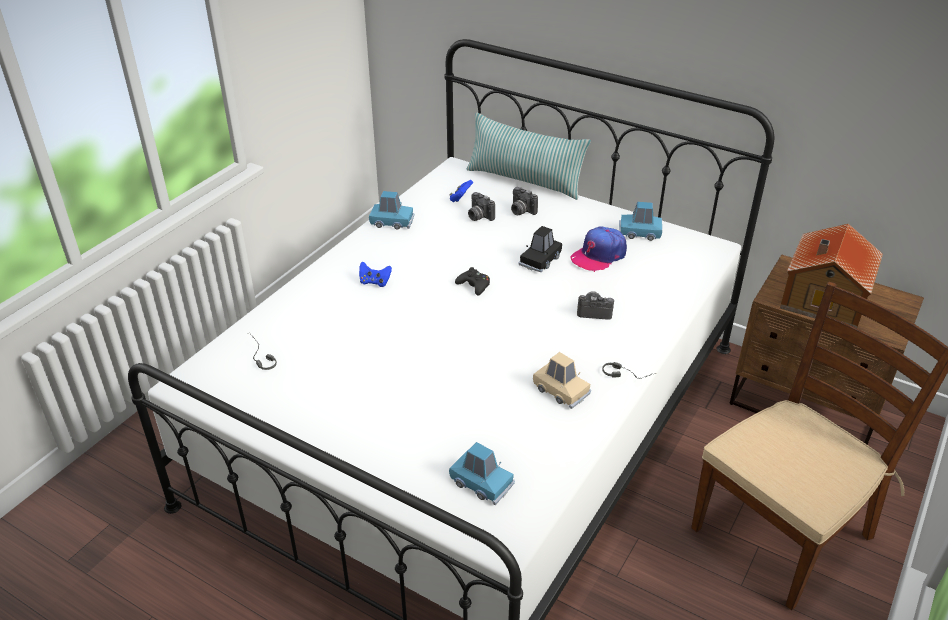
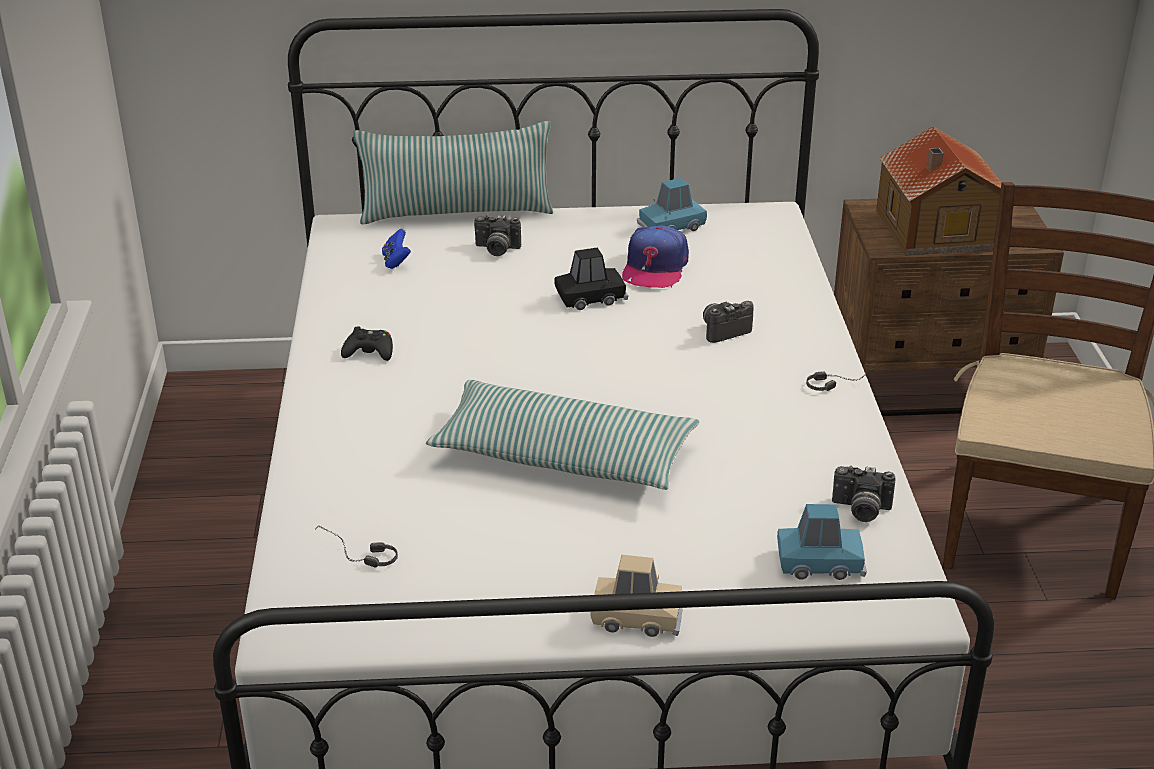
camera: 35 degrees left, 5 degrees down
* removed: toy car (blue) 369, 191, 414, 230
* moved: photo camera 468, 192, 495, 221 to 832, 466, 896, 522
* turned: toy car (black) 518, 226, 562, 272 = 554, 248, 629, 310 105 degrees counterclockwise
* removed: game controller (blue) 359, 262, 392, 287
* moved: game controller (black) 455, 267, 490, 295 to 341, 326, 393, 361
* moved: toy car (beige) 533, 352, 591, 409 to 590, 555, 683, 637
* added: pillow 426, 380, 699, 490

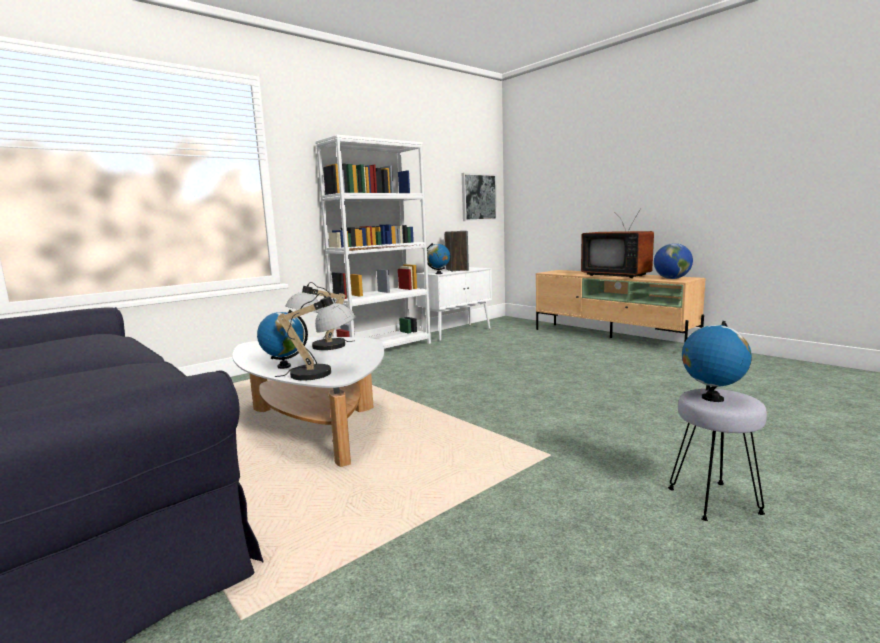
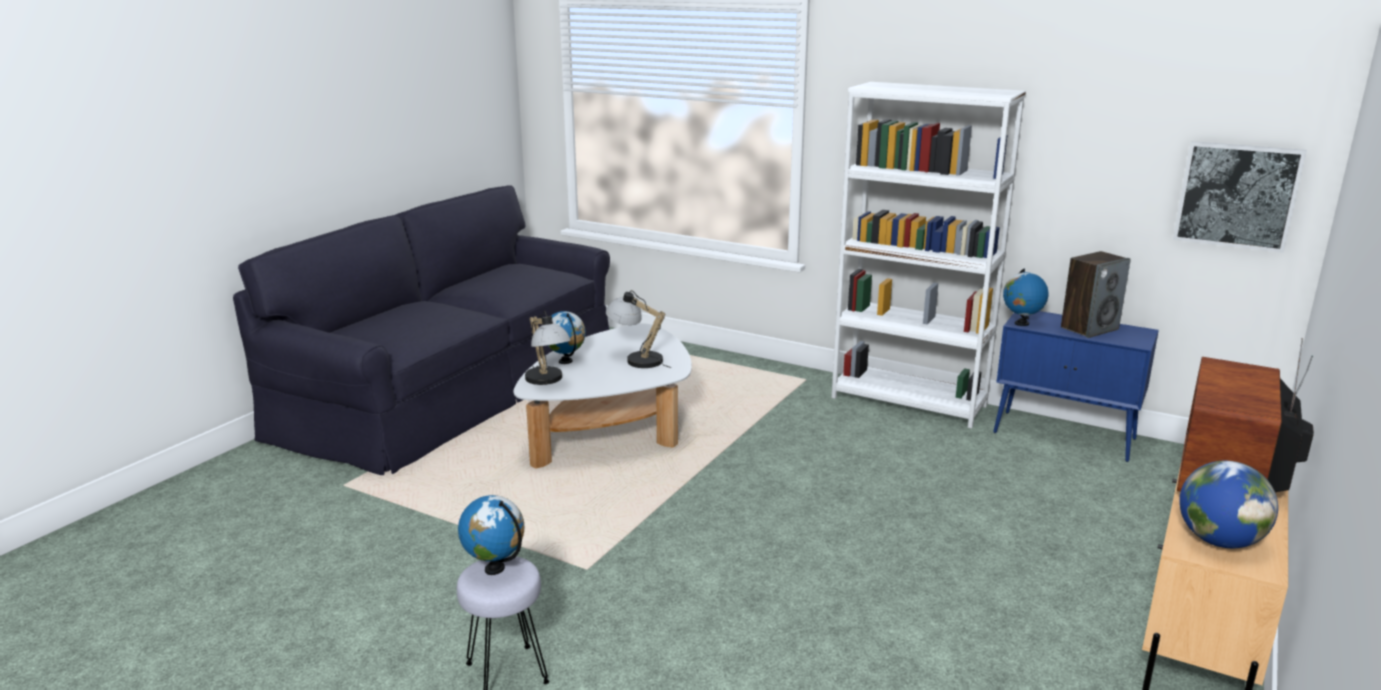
camera: 70 degrees right, 10 degrees up
* recoloured: cabinet (white) 416, 267, 492, 341 to cabinet (blue) 993, 311, 1159, 462

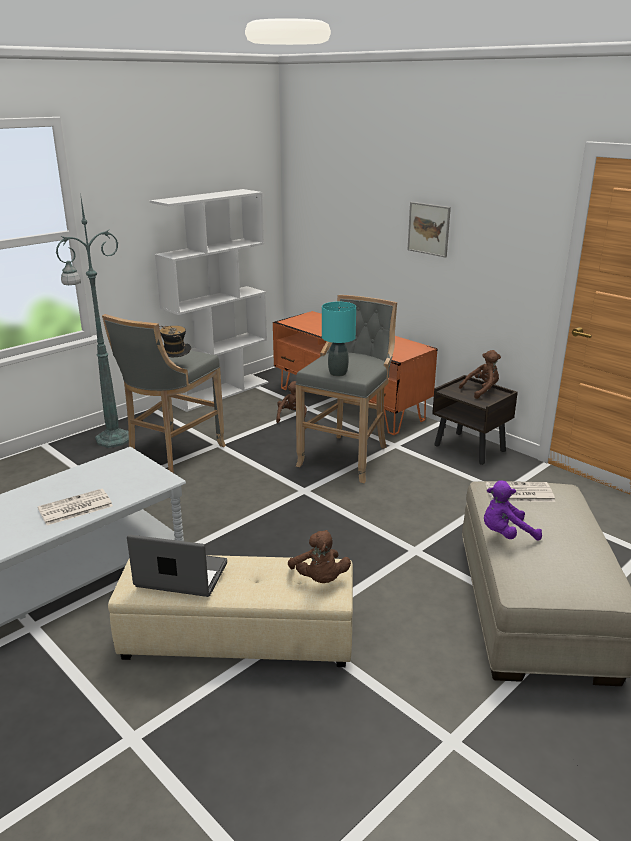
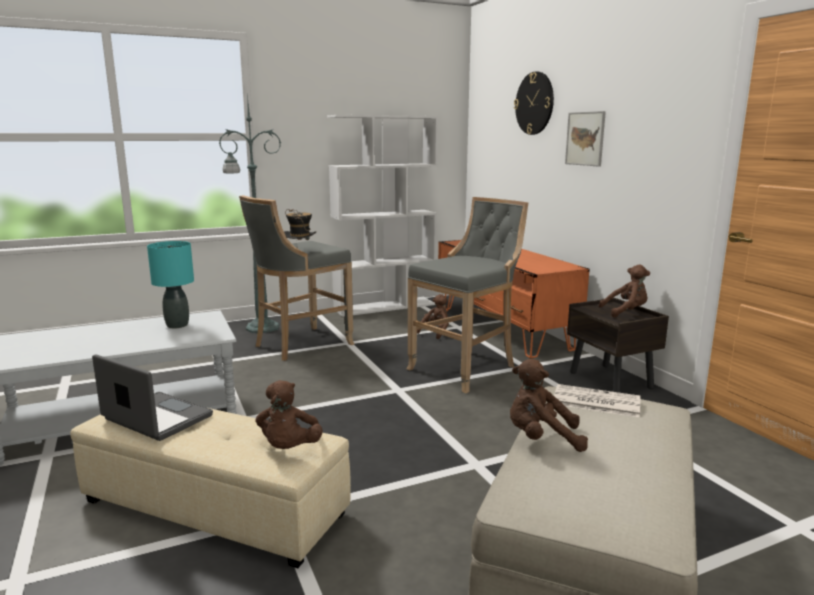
camera: 20 degrees right, 10 degrees down
* moved: table lamp (turquoise) 322, 302, 356, 376 to 147, 241, 194, 328
* recoloured: plush toy (purple) 484, 480, 542, 540 to plush toy (brown) 510, 359, 588, 452
* removed: newspaper 38, 489, 113, 525
* added: wall clock 514, 72, 554, 135

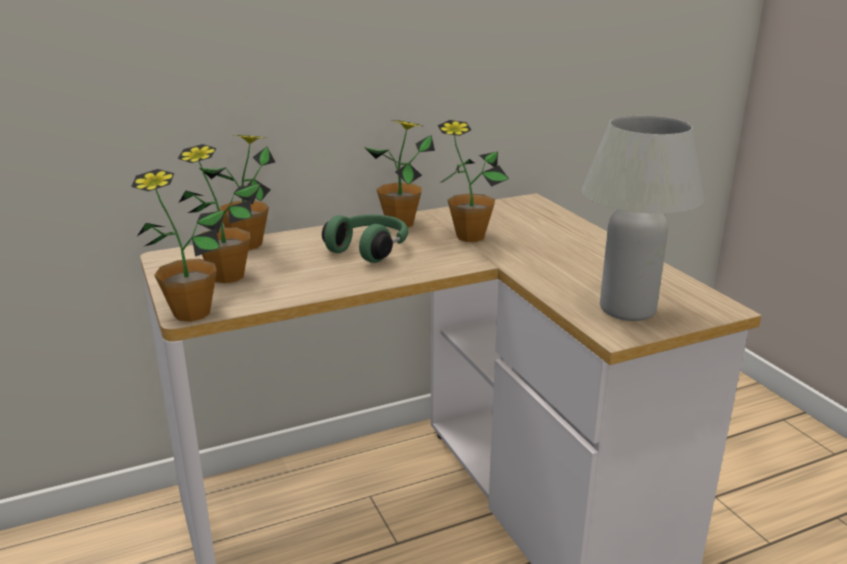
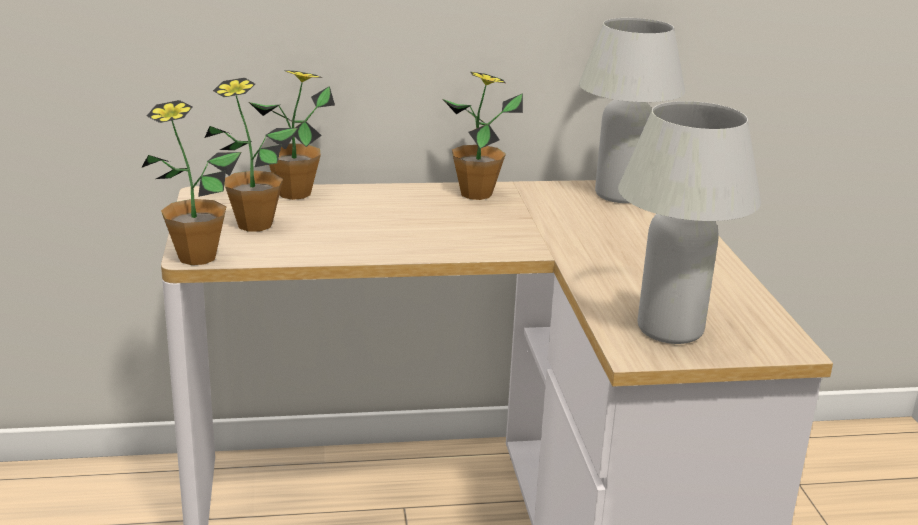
camera: 15 degrees right, 0 degrees up
* removed: potted plant 438, 120, 509, 242
* removed: headphones (green) 322, 214, 408, 263
* added: table lamp (white) 579, 18, 685, 203

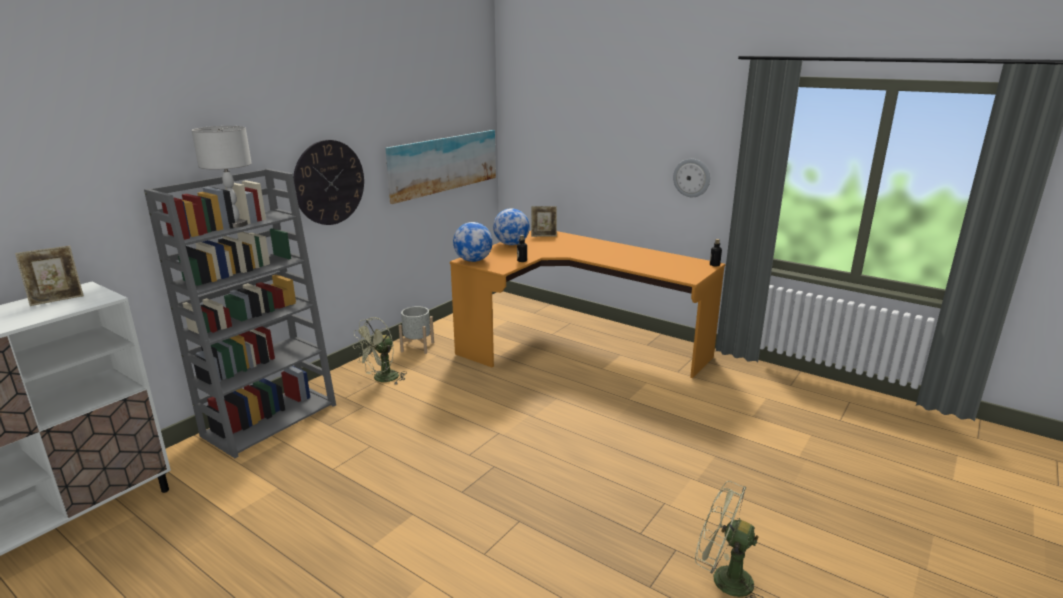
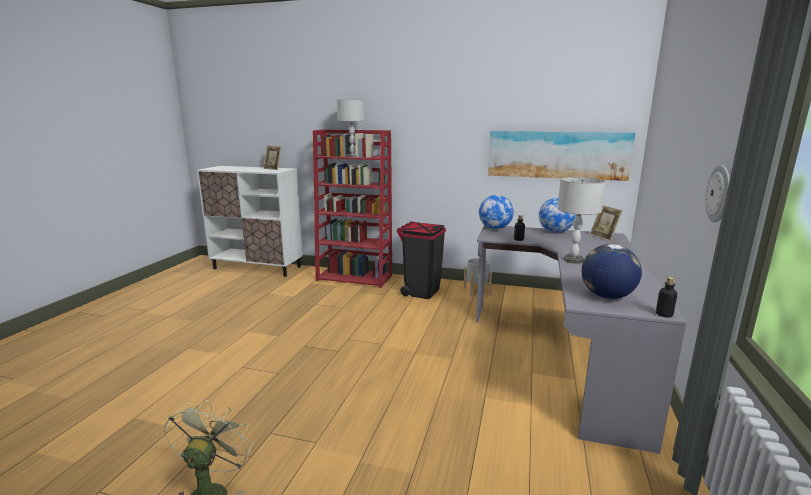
camera: 70 degrees right, 5 degrees down
* removed: wall clock 293, 140, 364, 225
* recoloured: bookcase (grey) 144, 169, 336, 458 to bookcase (red) 313, 130, 392, 288
* recoloured: desk (orange) 450, 231, 726, 378 to desk (grey) 476, 225, 687, 454
* replaced: fan (green) 353, 317, 407, 384 to trash can (black) 397, 221, 446, 299
* added: table lamp (grey) 557, 177, 606, 264
* added: globe 582, 244, 642, 299

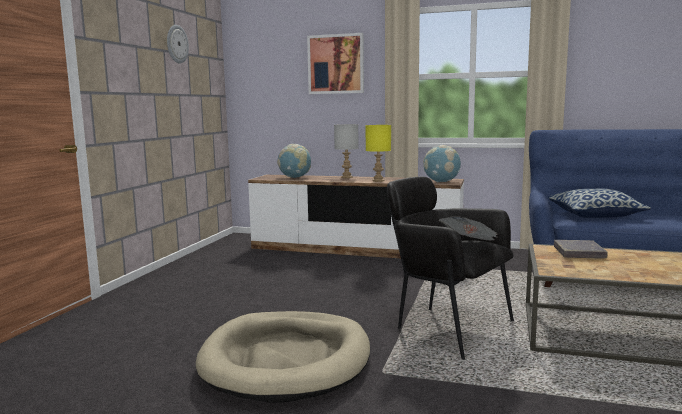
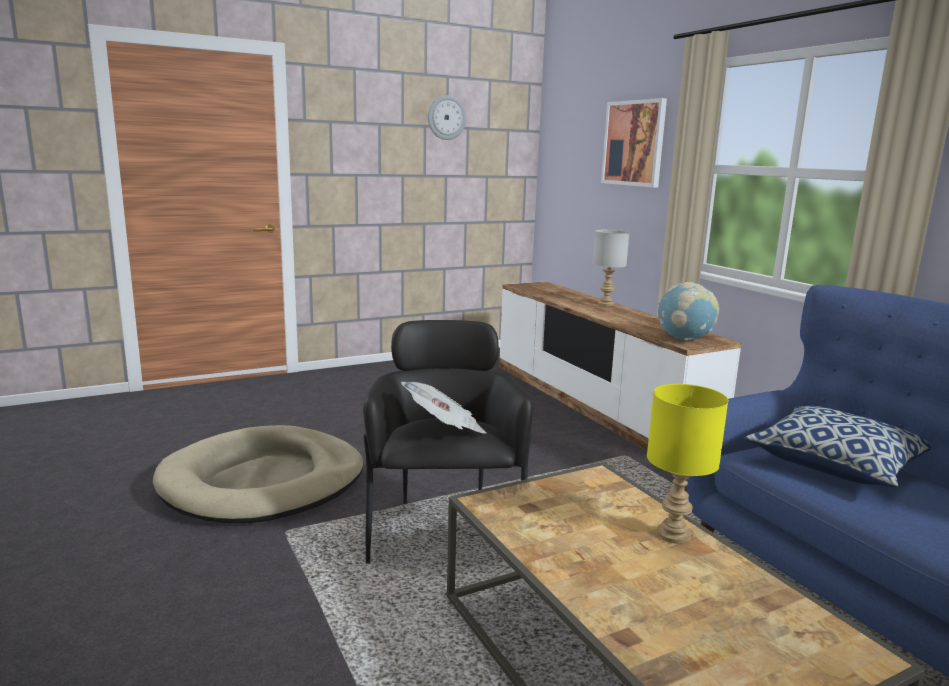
camera: 45 degrees right, 5 degrees up
* moved: table lamp (yellow) 365, 125, 391, 182 to 647, 384, 728, 544
* removed: globe 277, 144, 311, 178
* removed: book (grey) 554, 240, 608, 258

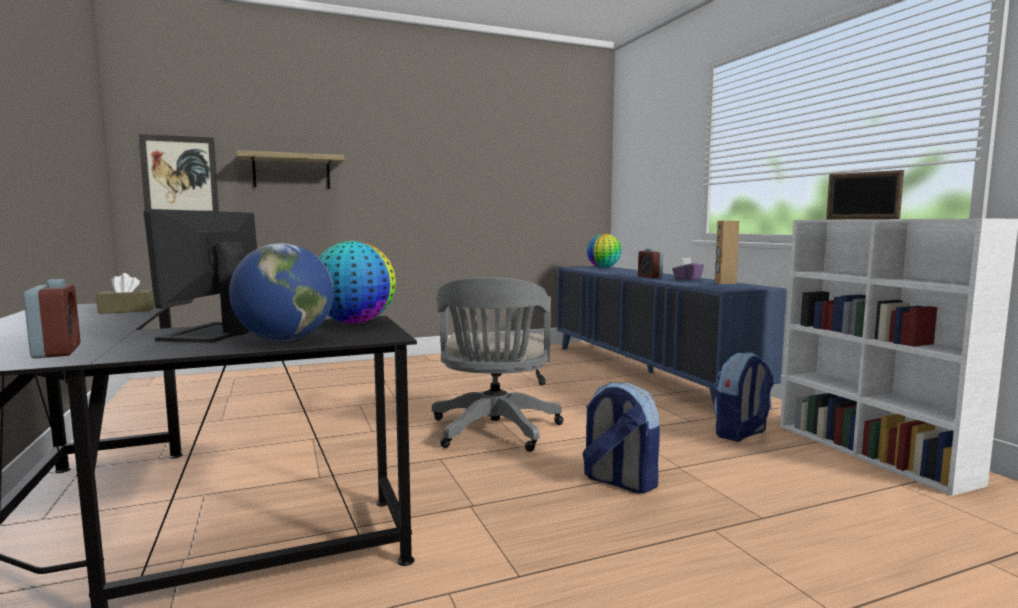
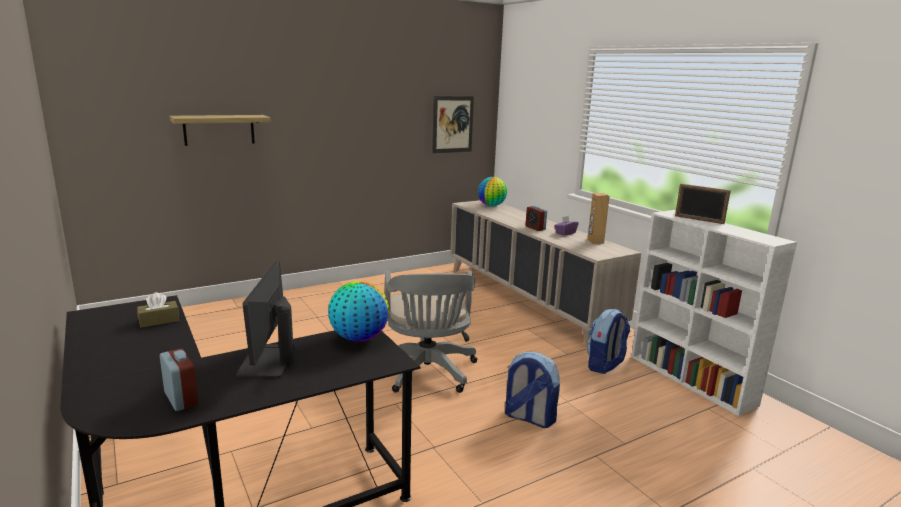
camera: 10 degrees left, 10 degrees up
* moved: picture 138, 134, 219, 211 to 432, 96, 474, 153
* removed: globe 229, 243, 334, 341
* recoloured: cabinet (blue) 557, 266, 787, 410 to cabinet (beige) 450, 200, 641, 347

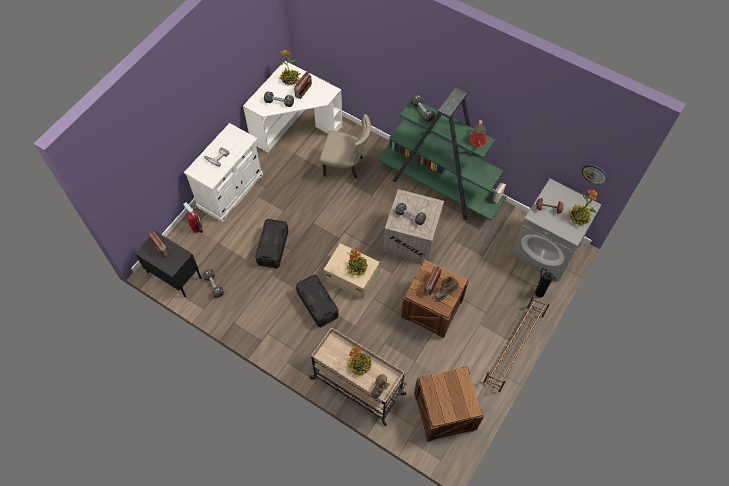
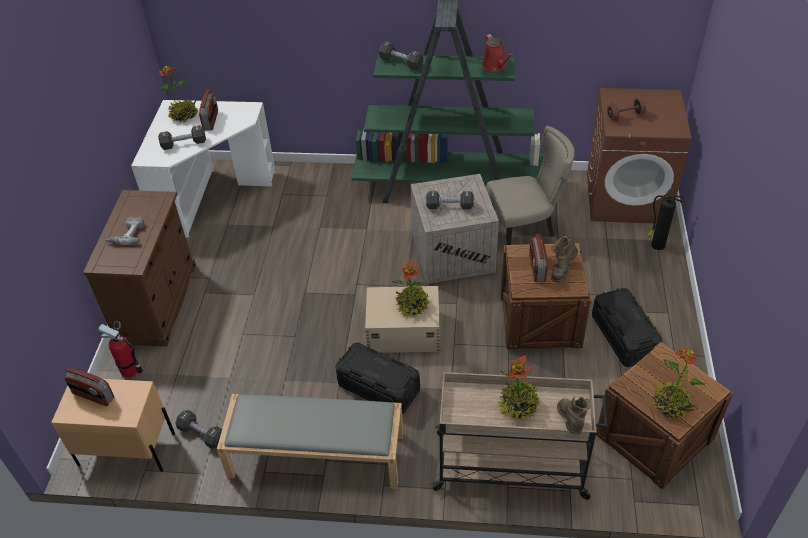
camera: 25 degrees left, 15 degrees down
* moved: chair (beige) 319, 114, 371, 182 to 486, 126, 575, 245
* recoloured: cabinet (white) 184, 123, 263, 222 to cabinet (brown) 83, 190, 196, 347
* removed: wall clock 581, 164, 607, 185
* recoloured: washing machine (grey) 510, 179, 602, 282 to washing machine (brown) 587, 88, 691, 223
* moved: potted plant 569, 190, 598, 225 to 652, 347, 705, 419
* moved: storage box (black) 255, 219, 288, 269 to 592, 288, 662, 367
* recoloured: nightstand (black) 135, 231, 202, 297 to nightstand (beige) 51, 379, 175, 472
* removed: shoe rack (brown) 483, 295, 550, 392
* added: bench (grey) 217, 394, 403, 489

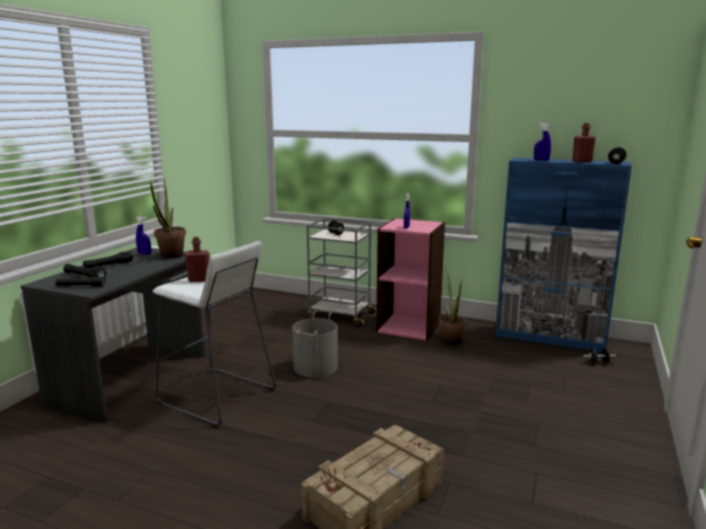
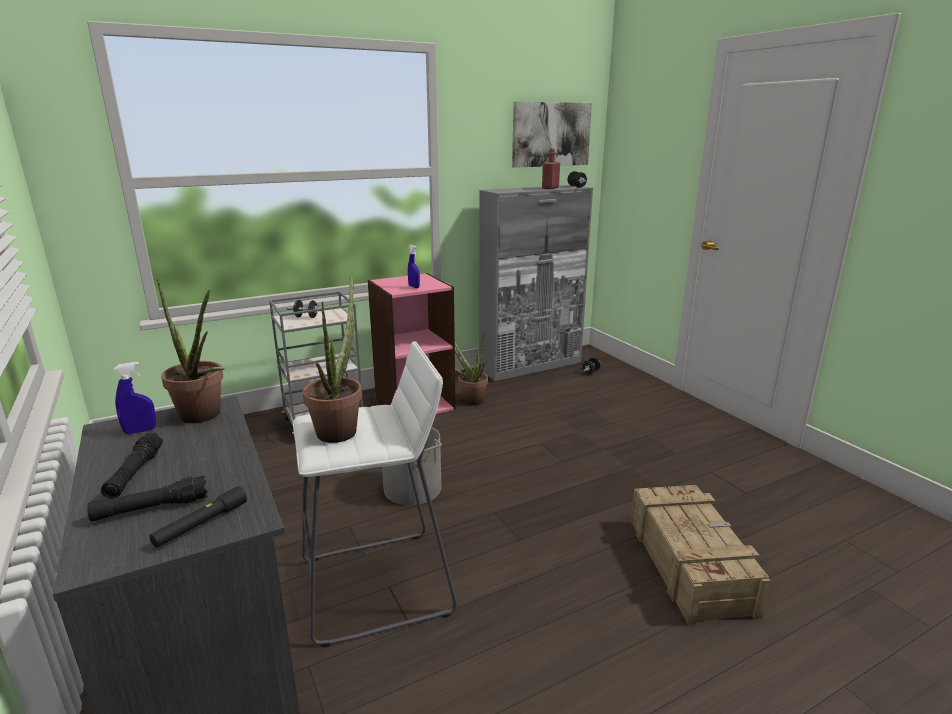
camera: 50 degrees left, 5 degrees up
* removed: spray bottle (blue) 534, 123, 551, 161
* recoloured: cabinet (blue) 495, 158, 632, 352 to cabinet (grey) 479, 185, 593, 381
* replaced: bottle (red) 185, 237, 210, 282 to potted plant 303, 274, 362, 443
* added: picture 512, 102, 592, 168

